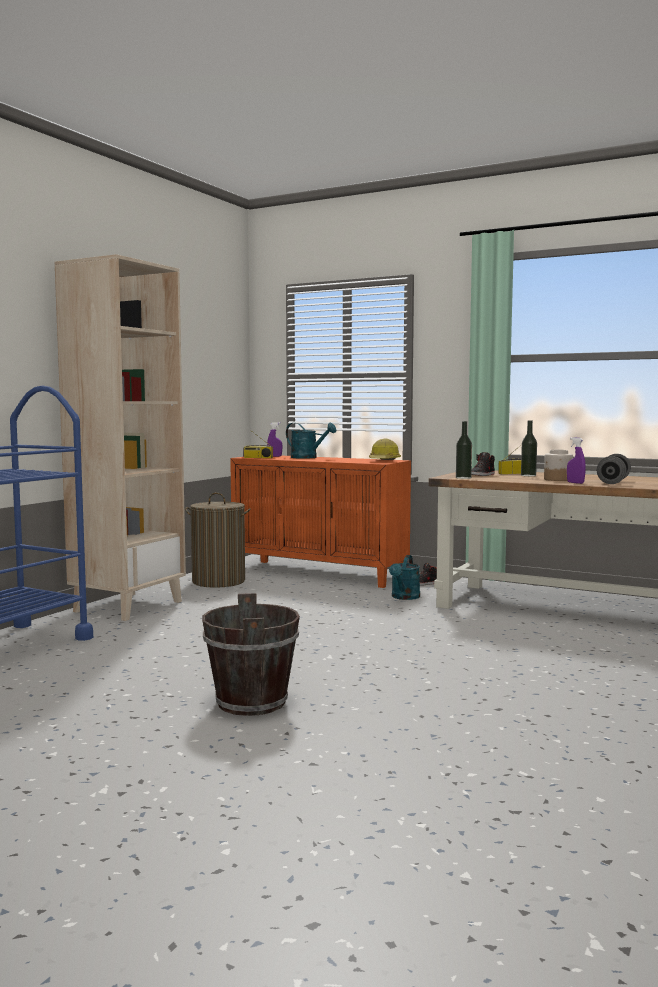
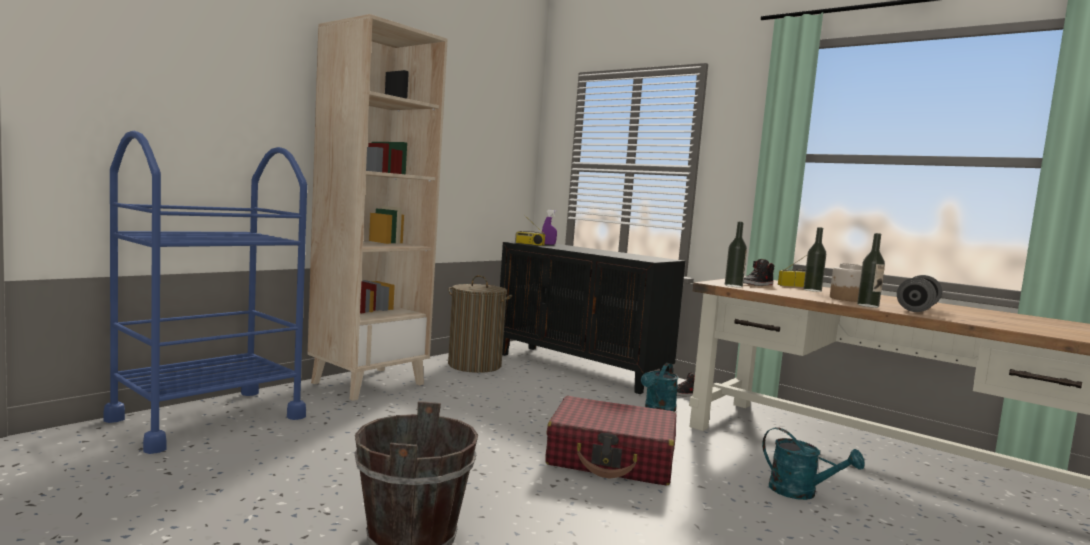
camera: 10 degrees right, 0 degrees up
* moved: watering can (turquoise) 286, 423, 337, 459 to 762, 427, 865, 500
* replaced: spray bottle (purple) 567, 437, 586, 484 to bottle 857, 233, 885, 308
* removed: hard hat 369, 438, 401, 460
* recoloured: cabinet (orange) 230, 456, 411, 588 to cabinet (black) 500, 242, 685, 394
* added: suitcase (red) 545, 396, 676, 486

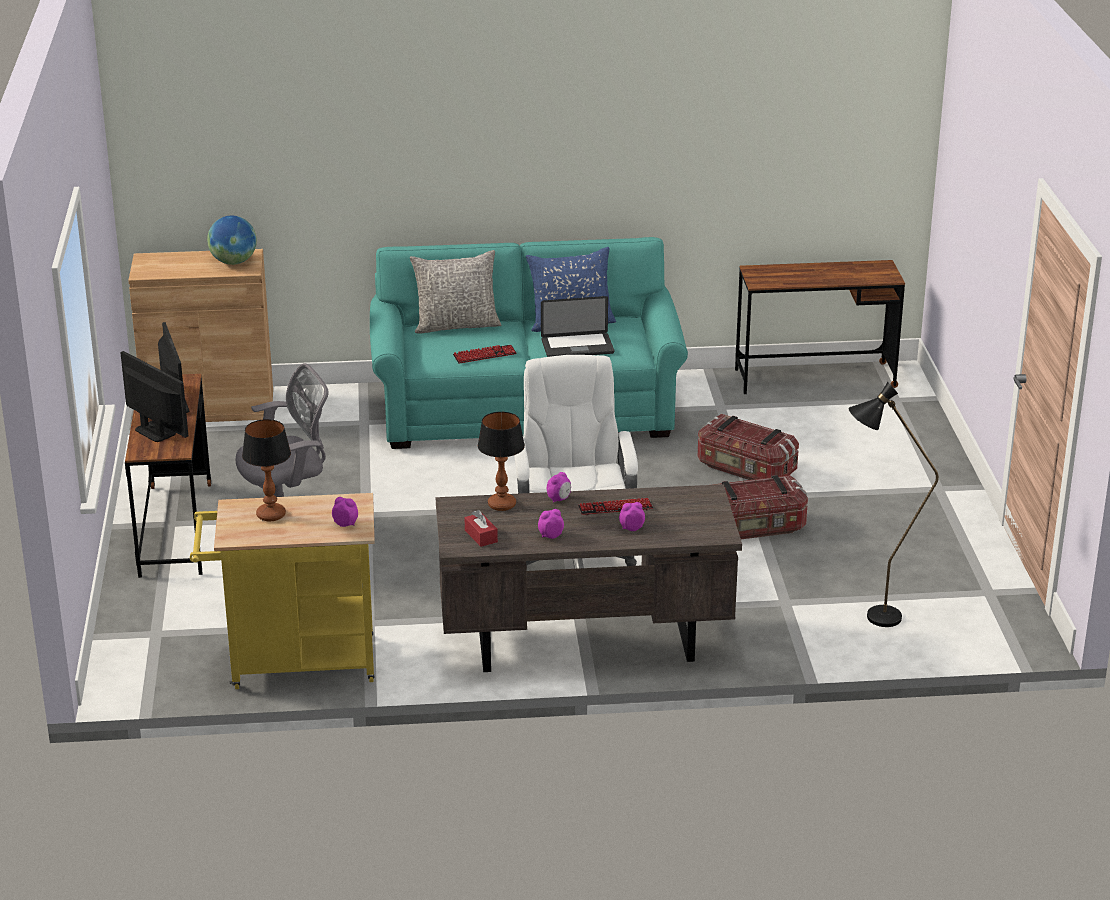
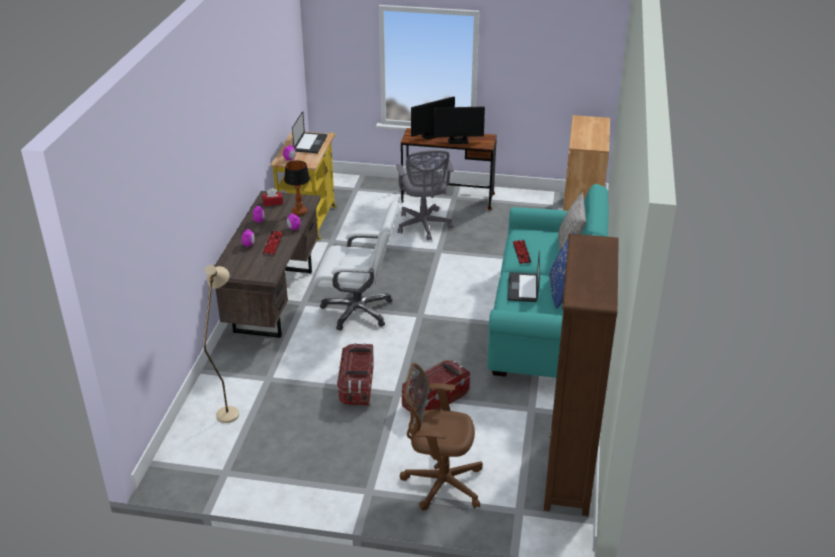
camera: 105 degrees right, 5 degrees up
* removed: globe 207, 216, 257, 265
* replaced: desk (brown) 735, 260, 905, 394 to bookcase (brown) 544, 233, 619, 516
* recoloured: floor lamp (black) 848, 382, 939, 627 to floor lamp (beige) 204, 265, 239, 423
* replaced: table lamp 242, 419, 291, 521 to laptop 292, 111, 327, 153
* added: office chair (brown) 399, 363, 483, 511

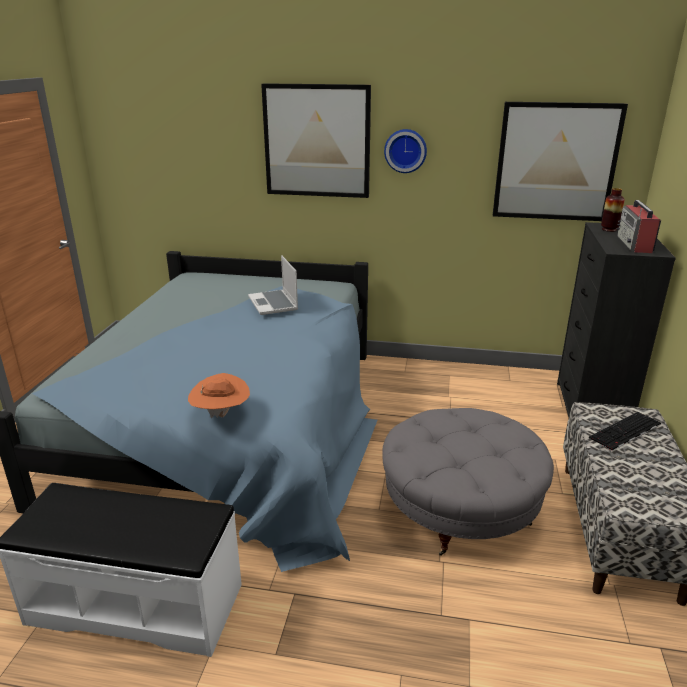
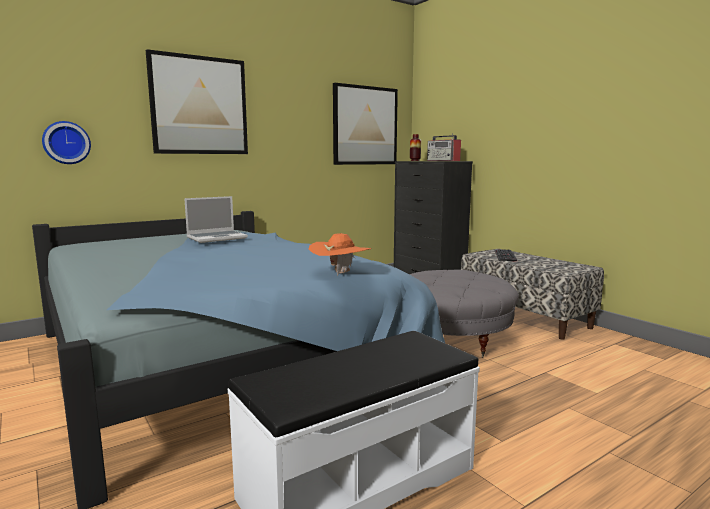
camera: 45 degrees left, 15 degrees down
* moved: wall clock 384, 129, 427, 173 to 42, 121, 91, 164
* turned: laptop 248, 255, 298, 315 = 184, 196, 248, 243 60 degrees counterclockwise

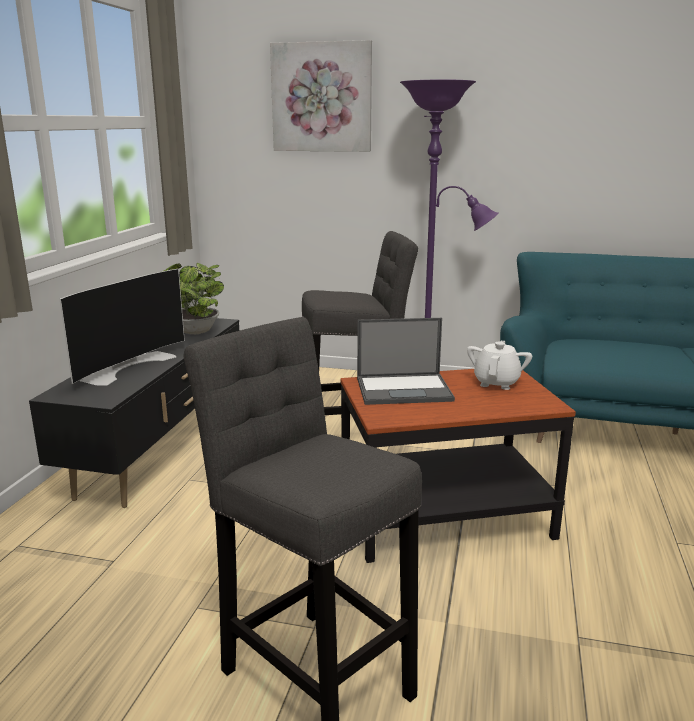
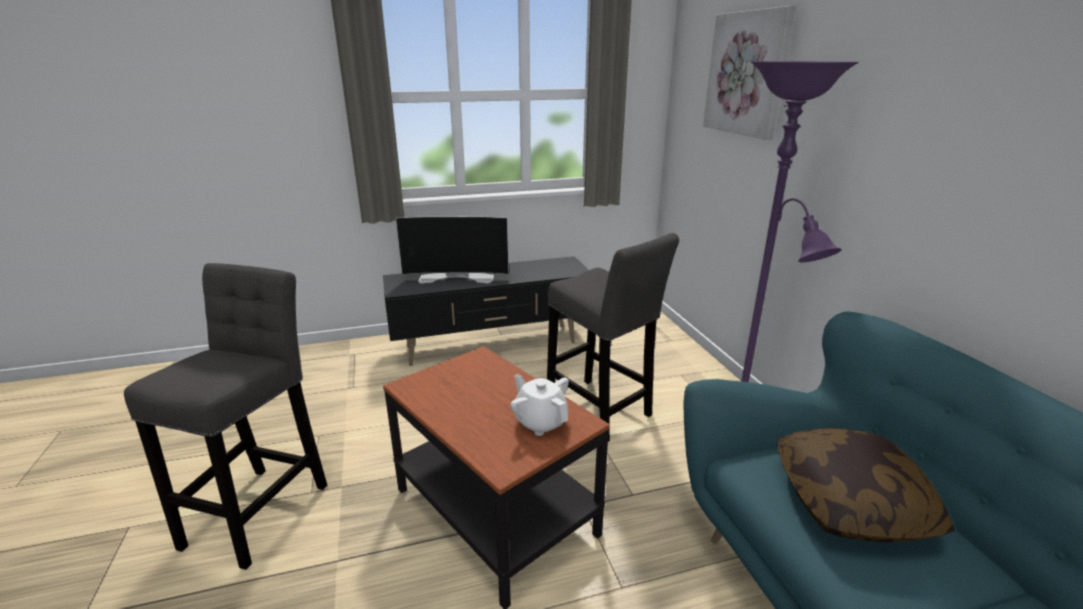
camera: 60 degrees right, 5 degrees up
* removed: potted plant 164, 263, 224, 335
* removed: laptop 357, 318, 455, 405
* turned: teapot (white) 467, 341, 532, 390 = 511, 374, 569, 436 120 degrees counterclockwise
* added: pillow 778, 428, 955, 543

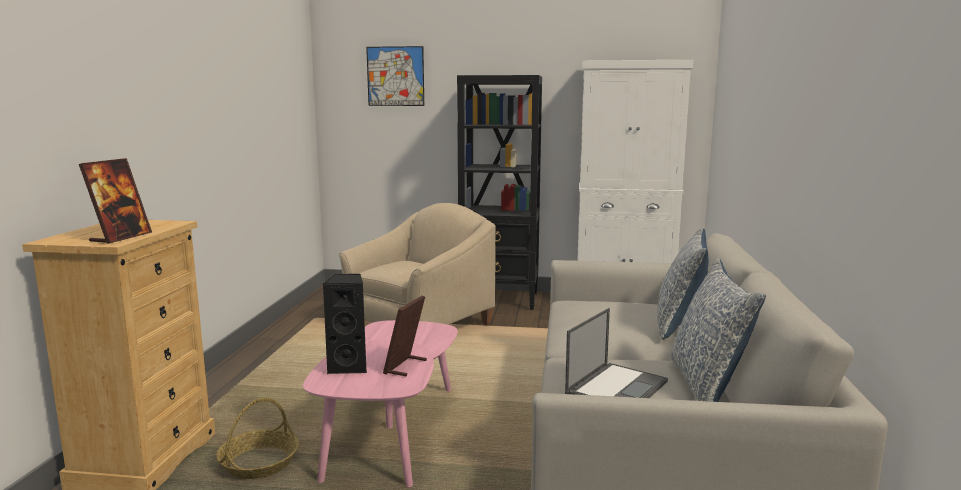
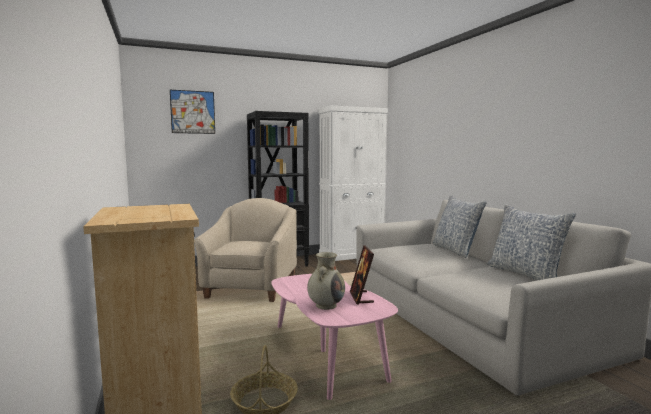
camera: 30 degrees left, 5 degrees down
* removed: picture frame 79, 158, 152, 244
* replaced: speaker (black) 323, 274, 367, 374 to vase (beige) 307, 252, 345, 310
* removed: laptop 565, 308, 668, 398

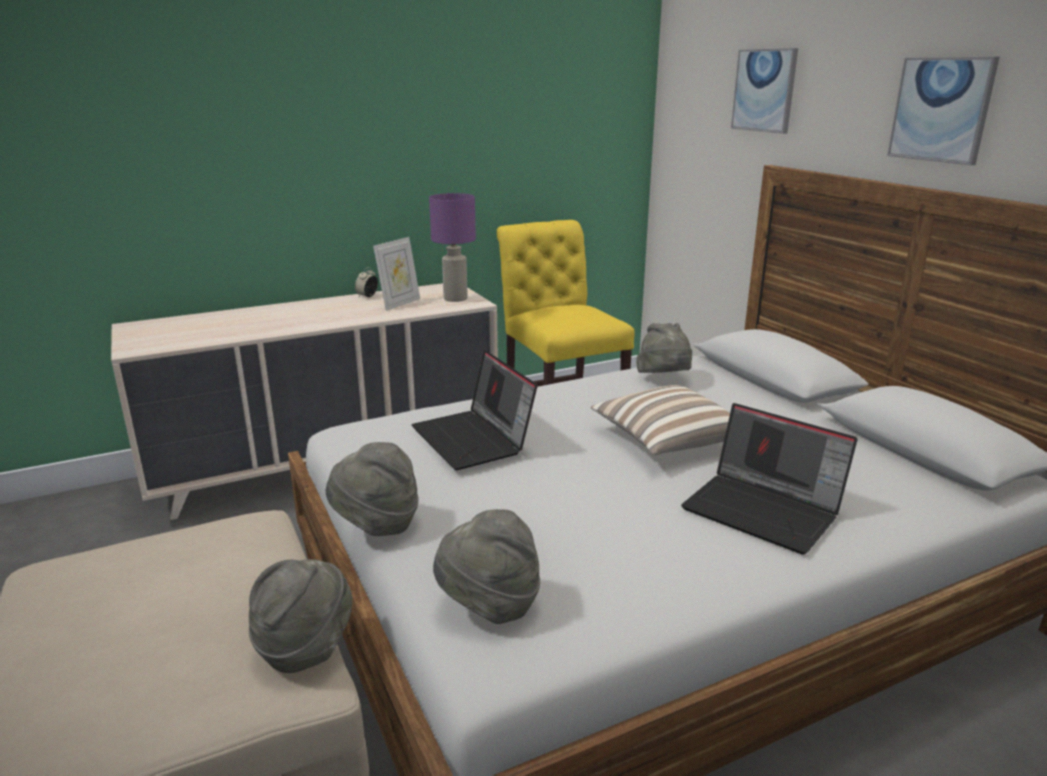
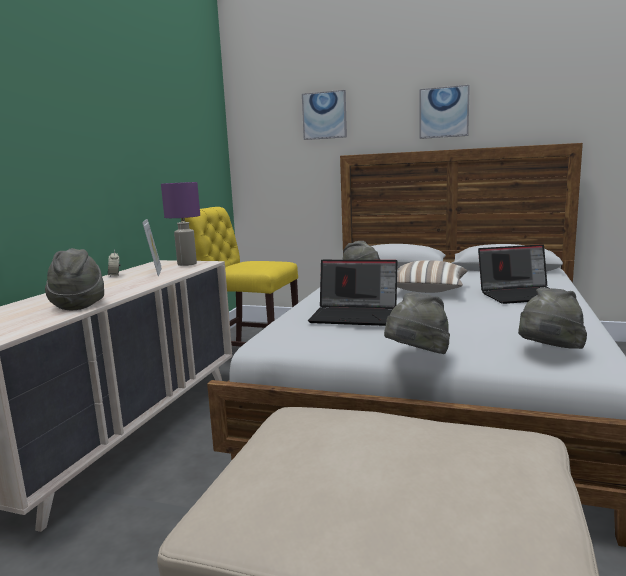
camera: 45 degrees left, 10 degrees down
* moved: hat (grey) 249, 559, 352, 673 to 45, 248, 104, 310

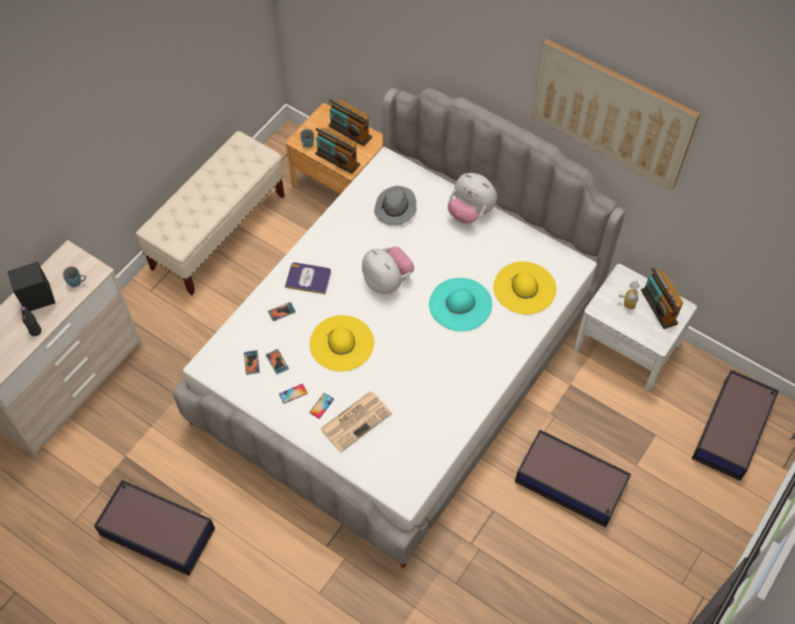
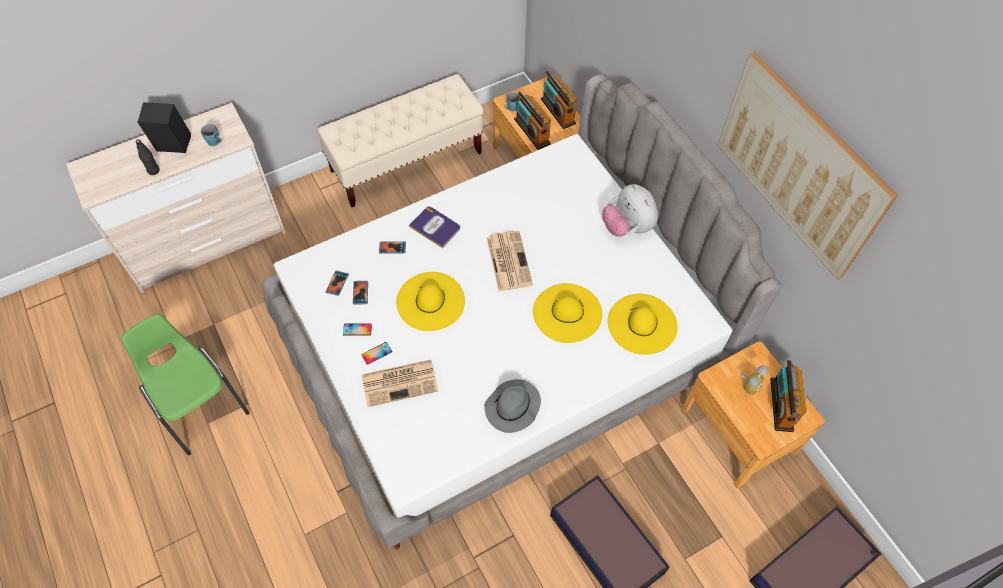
camera: 25 degrees right, 0 degrees up
* moved: hat (grey) 374, 186, 417, 226 to 484, 379, 541, 433
* replaced: plush toy 362, 247, 414, 294 to newspaper 487, 231, 533, 291
* recoloured: nightstand (white) 574, 264, 697, 392 to nightstand (brown) 681, 341, 825, 488
* recoloured: hat (turquoise) 429, 278, 492, 332 to hat (yellow) 533, 283, 602, 343
* replaced: storage box 94, 480, 215, 576 to chair (green) 121, 314, 249, 455

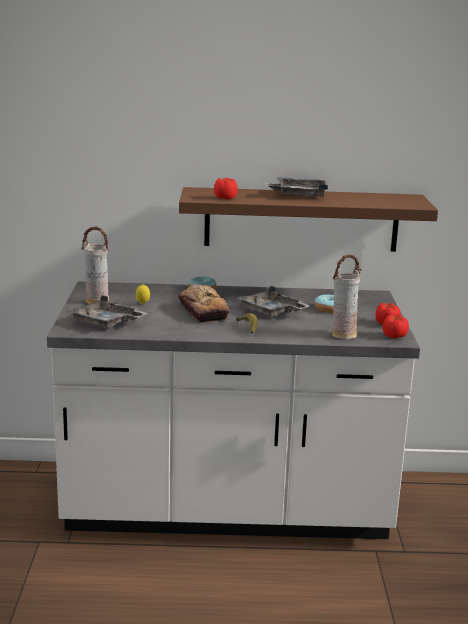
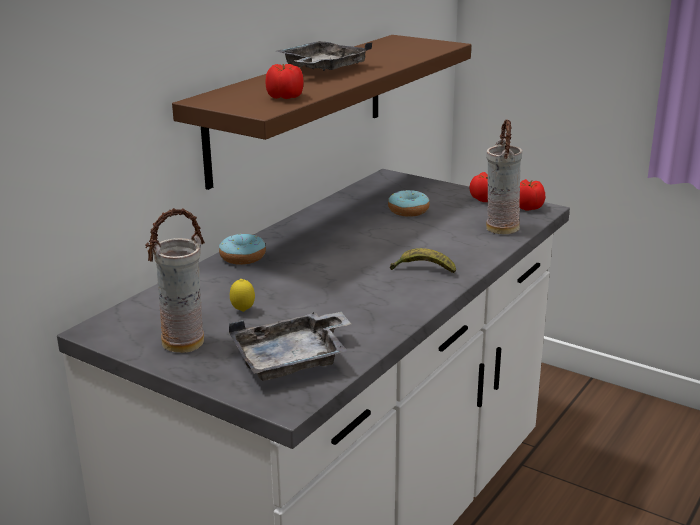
camera: 55 degrees left, 5 degrees up
* removed: bread 178, 284, 229, 323
* removed: tray (grey) 237, 286, 310, 317

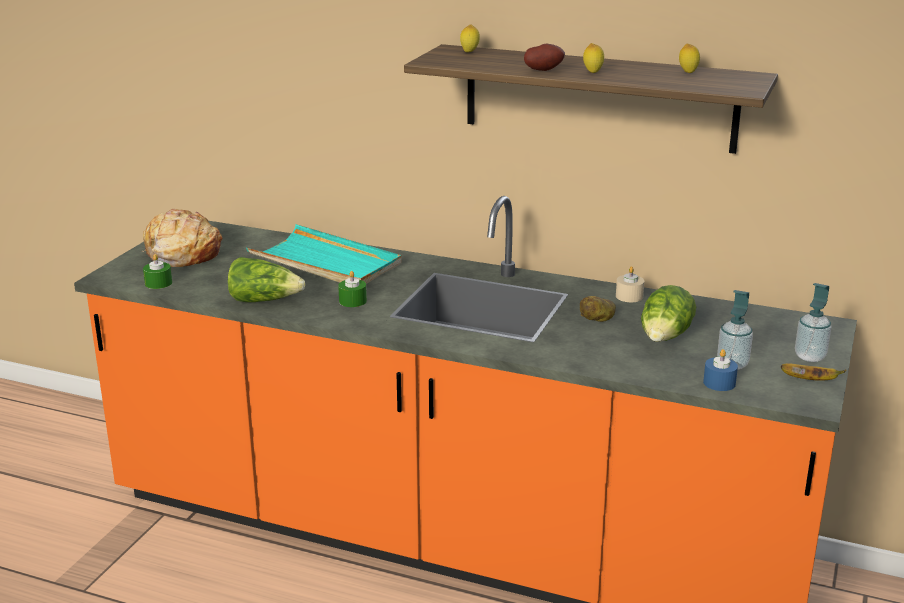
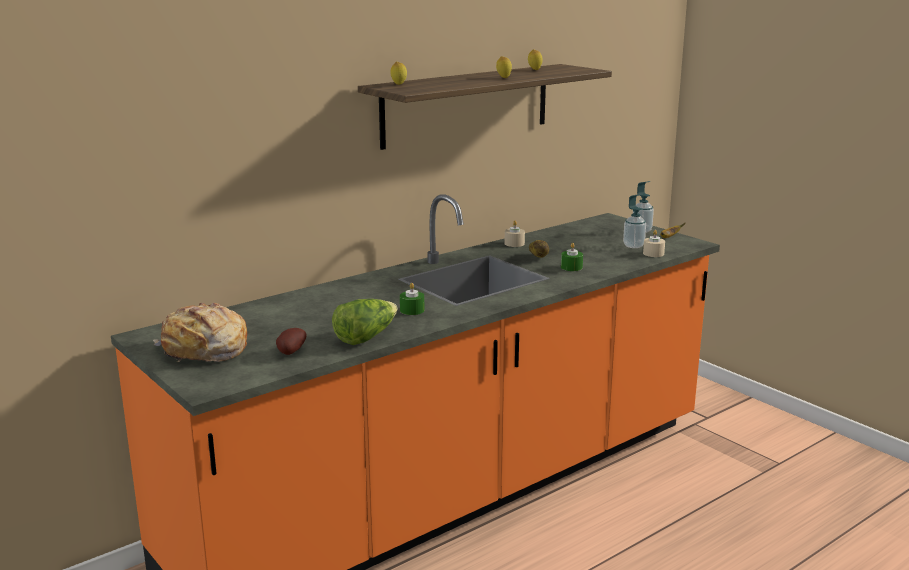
camera: 60 degrees left, 5 degrees down
* moved: potato 524, 44, 565, 71 to 276, 328, 307, 355
* removed: tray (turquoise) 246, 224, 402, 284
* moved: candle (green) 143, 254, 172, 289 to 561, 243, 583, 271
* removed: lettuce 641, 285, 696, 342
* recoloured: candle (blue) 703, 349, 738, 391 to candle (beige) 643, 230, 665, 257

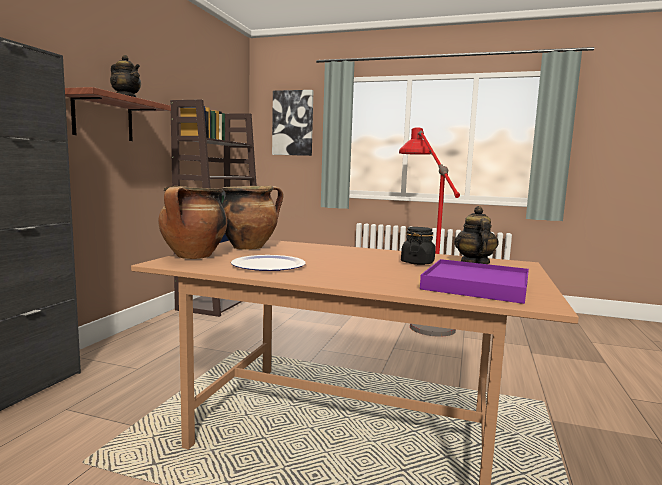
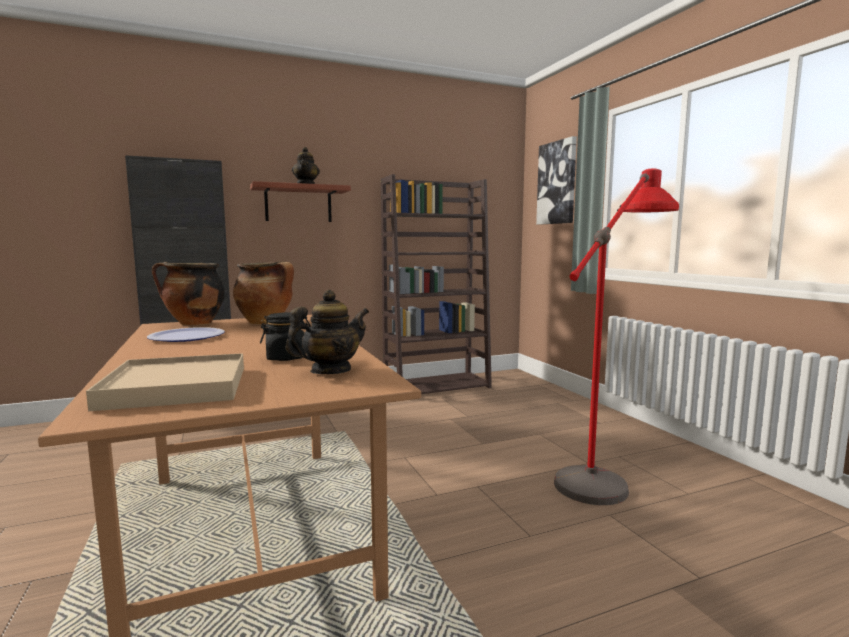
camera: 50 degrees right, 0 degrees up
* recoloured: tray (purple) 420, 259, 529, 304 to tray (beige) 86, 353, 244, 411

